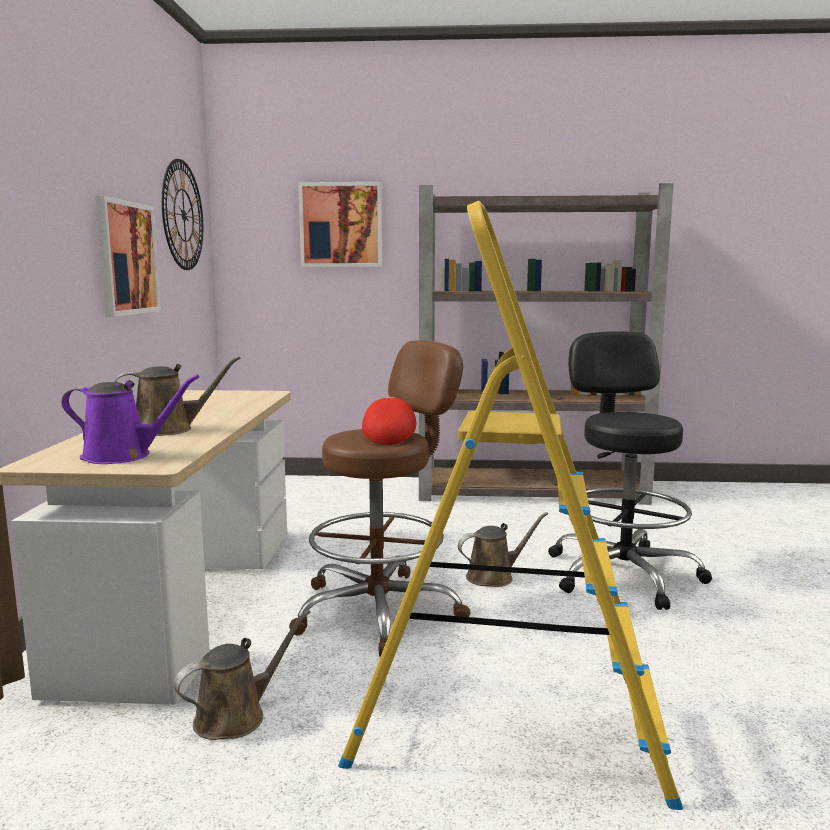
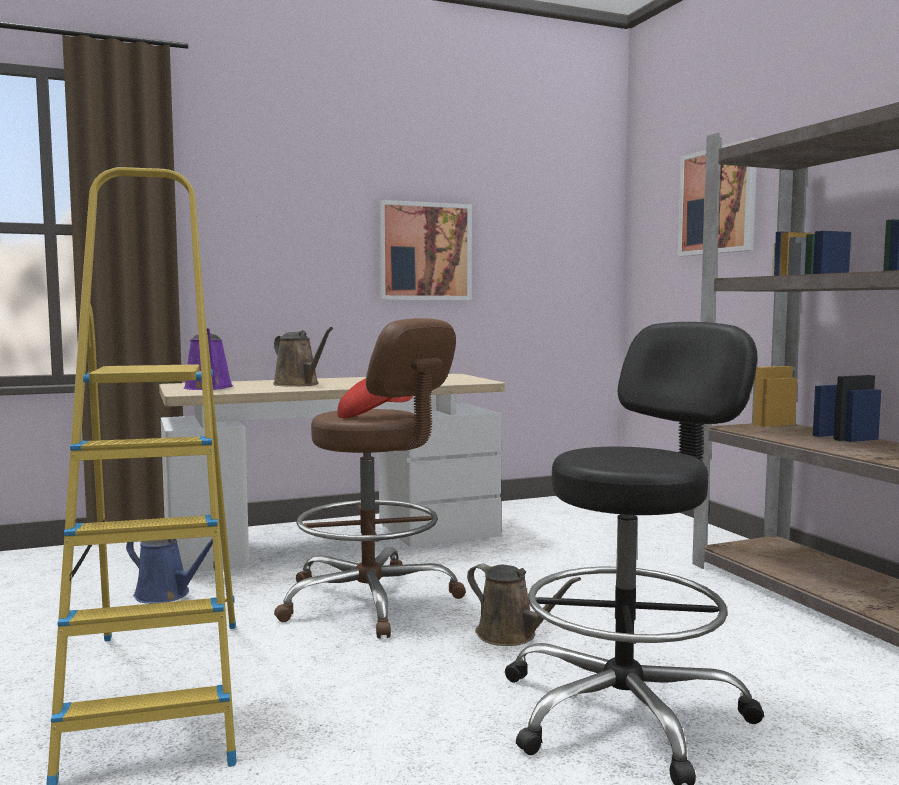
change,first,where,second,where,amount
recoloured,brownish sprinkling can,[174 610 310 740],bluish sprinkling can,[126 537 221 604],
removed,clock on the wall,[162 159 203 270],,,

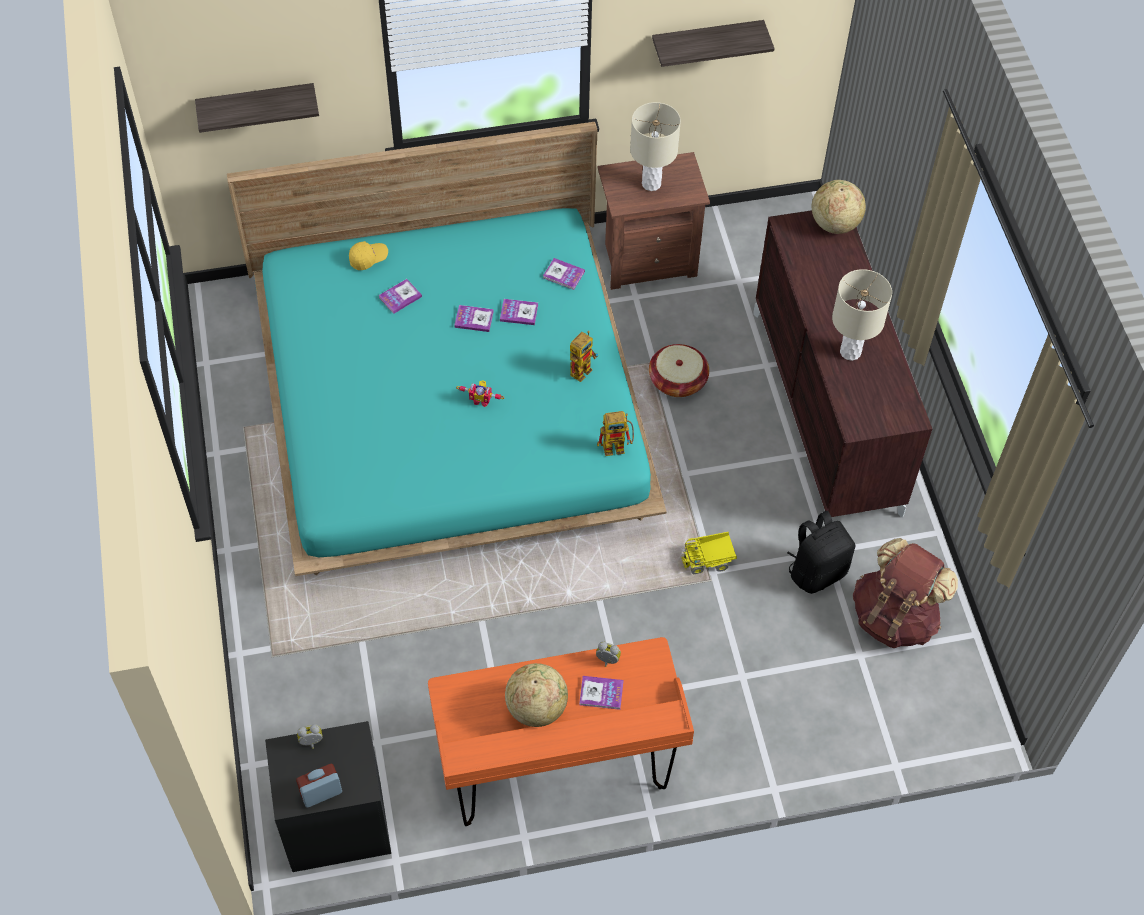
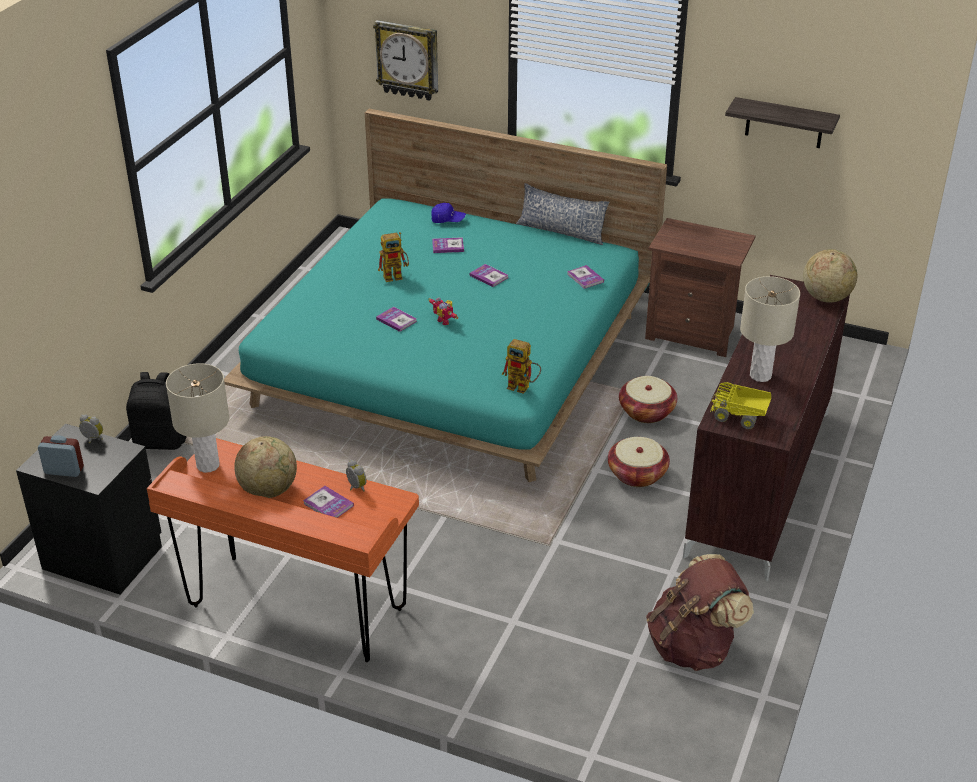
change,first,where,second,where,amount
moved,blackish backpack,[787 511 855 594],,[126 372 187 450],
moved,beige-coloured lamp for a table,[630 102 681 191],,[166 363 229 473],
replaced,wall shelf,[195 83 319 133],clock on the wall,[373 20 438 101],
moved,book,[500 299 538 325],,[376 307 417 332],
moved,toy robot,[570 331 599 382],,[378 232 409 282],
recoloured,yellow-coloured baseball cap,[349 241 388 270],bluish baseball cap,[431 203 466 223],
added,,,throw pillow,[516 183 609 245],
added,,,household basket,[608 437 670 487],
moved,toy lorry,[681 532 737 574],,[710 382 771 429],

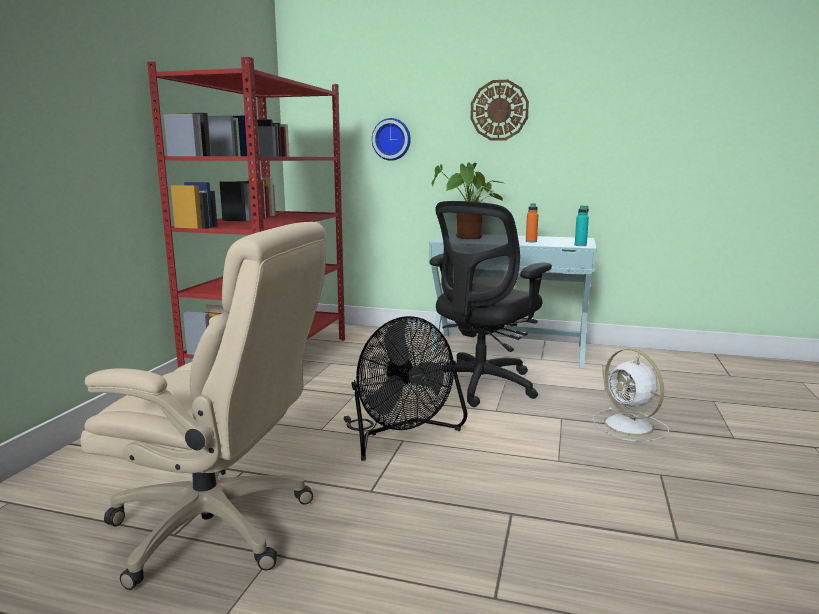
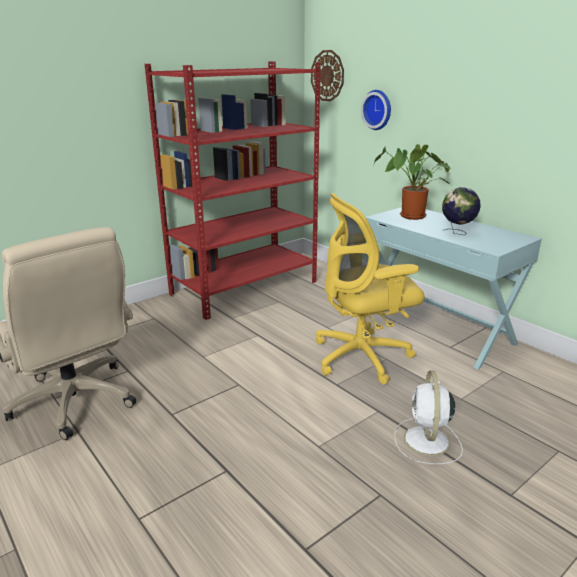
change,first,where,second,where,amount
moved,clock on the wall,[470 80 529 141],,[311 50 344 101],
recoloured,blackish office chair,[430 201 552 407],yellow-coloured office chair,[316 193 425 384],
replaced,orange drink bottle,[526 203 538 242],world globe,[442 187 480 235],
removed,blackish electric fan,[344 316 467 461],,,
removed,turquoise-coloured drink bottle,[575 205 589 246],,,

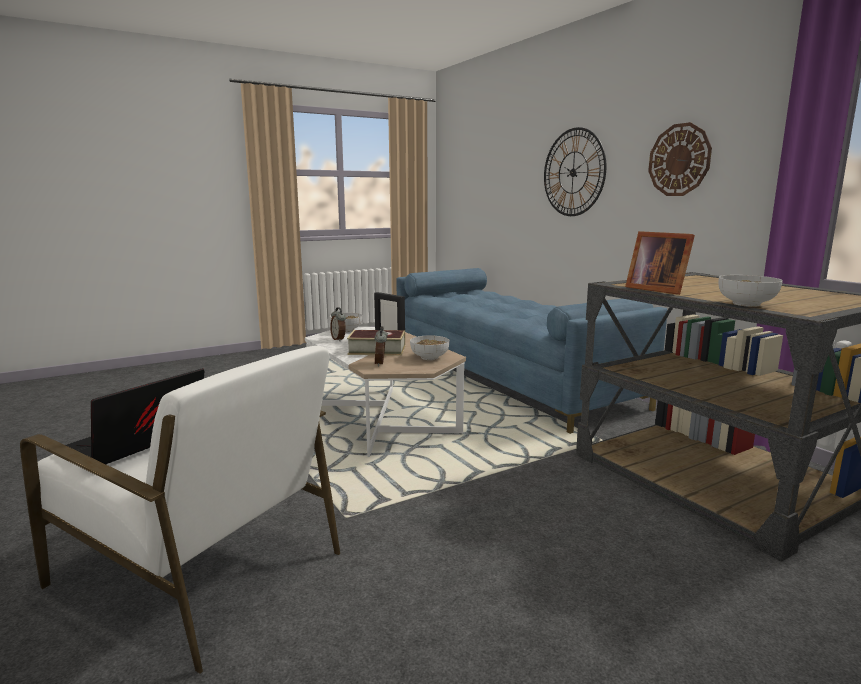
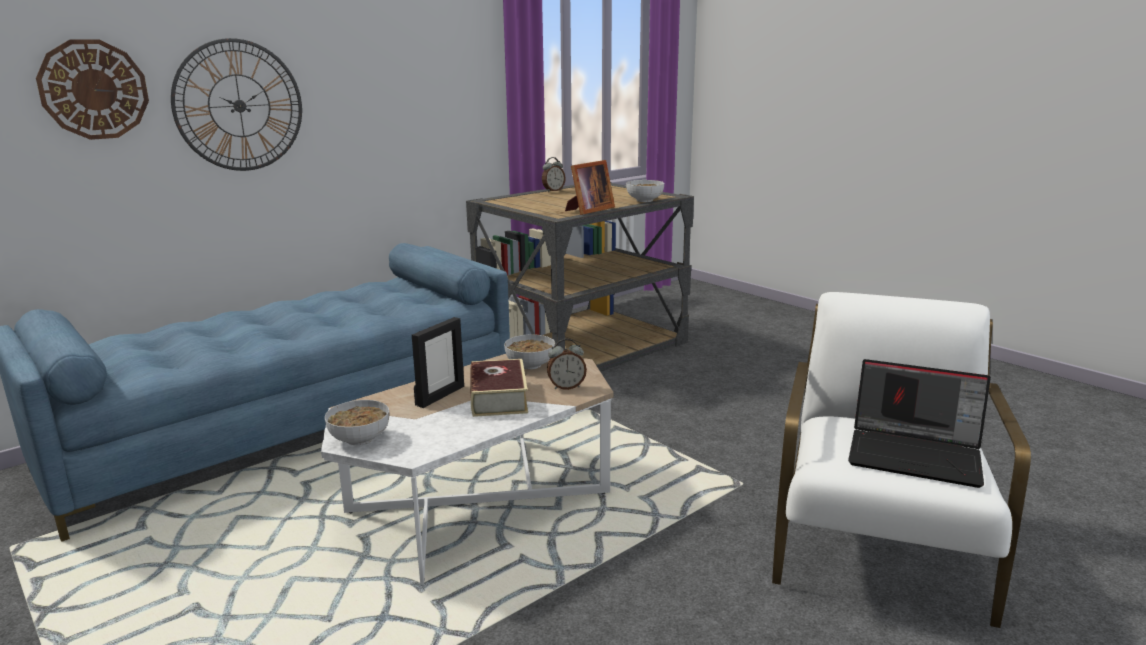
change,first,where,second,where,amount
moved,clock on the wall,[648 122 712 196],,[36 39 149 140],
moved,bedside clock,[330 307 346 341],,[542 157 566 192],

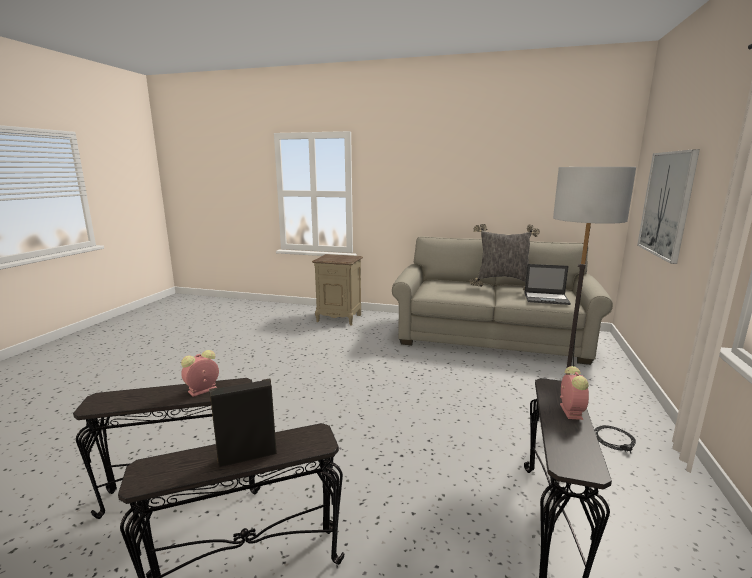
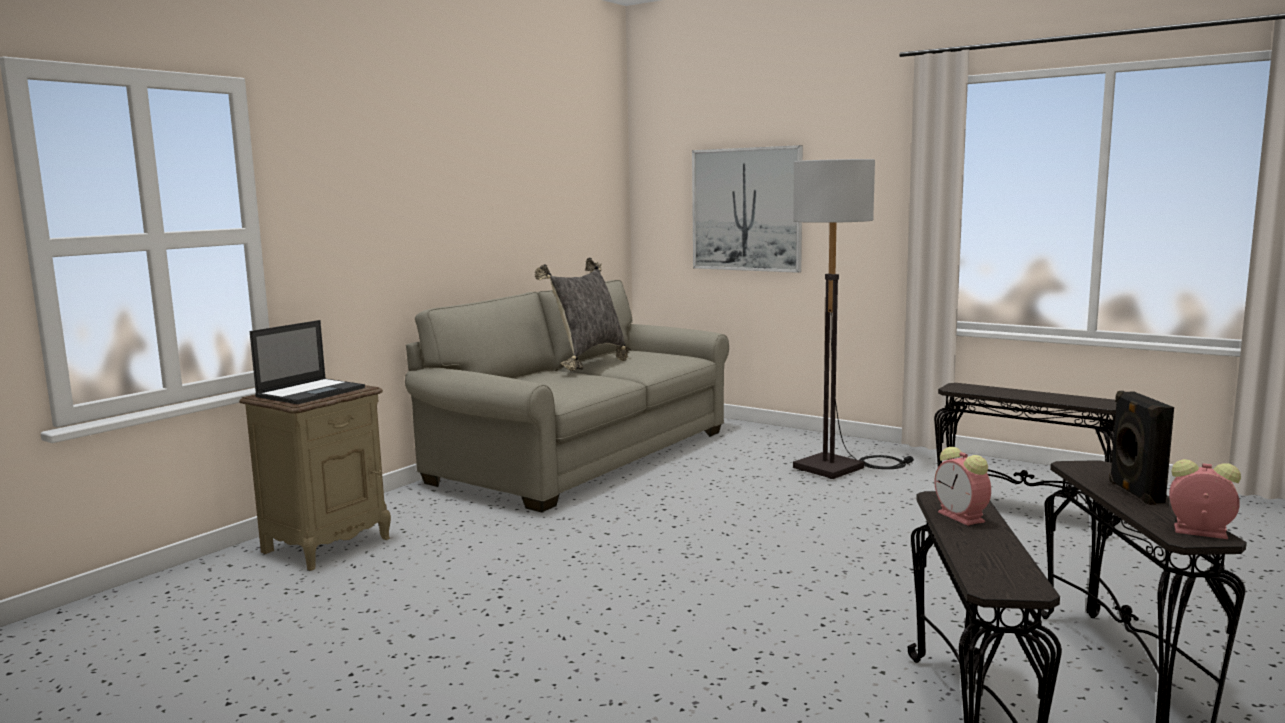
change,first,where,second,where,amount
moved,laptop,[524 264 571 305],,[249 320 365 404],
moved,bedside clock,[560 366 589 420],,[1169 459 1241 539],

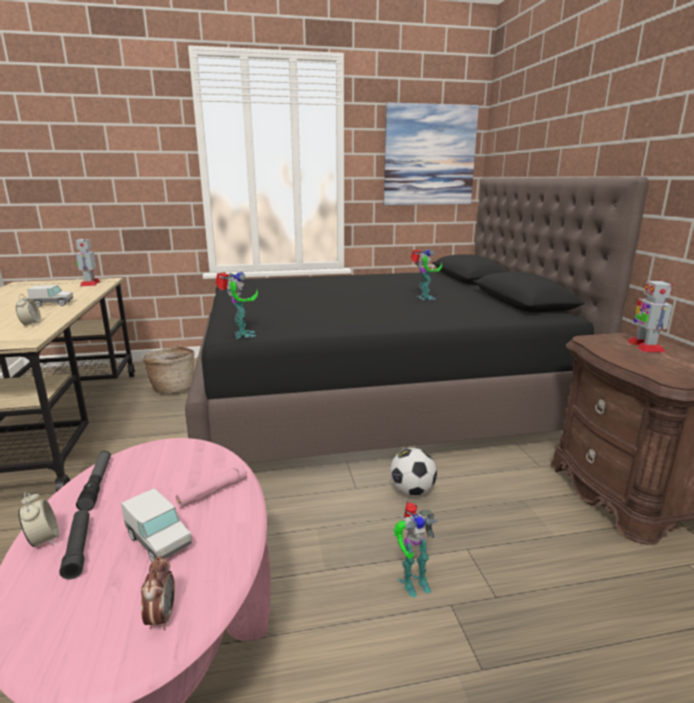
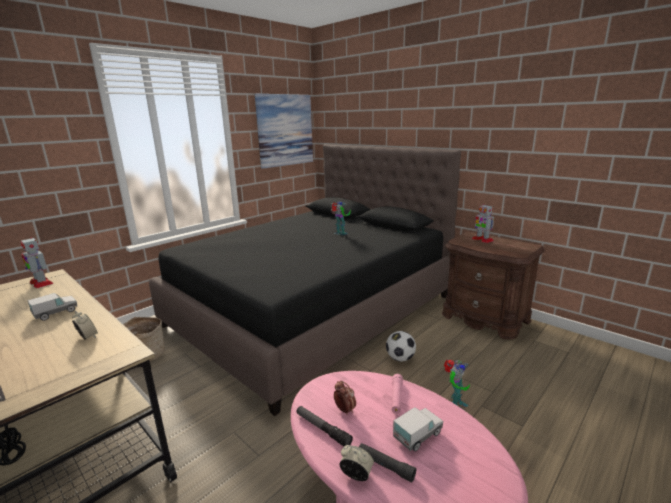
change,first,where,second,where,amount
moved,bedside clock,[141 556 175 630],,[334 381 356 415],
turned,toy lorry,[121 488 191 562],,[393 407 443 451],45 degrees counterclockwise
removed,toy robot,[215 272 258 339],,,

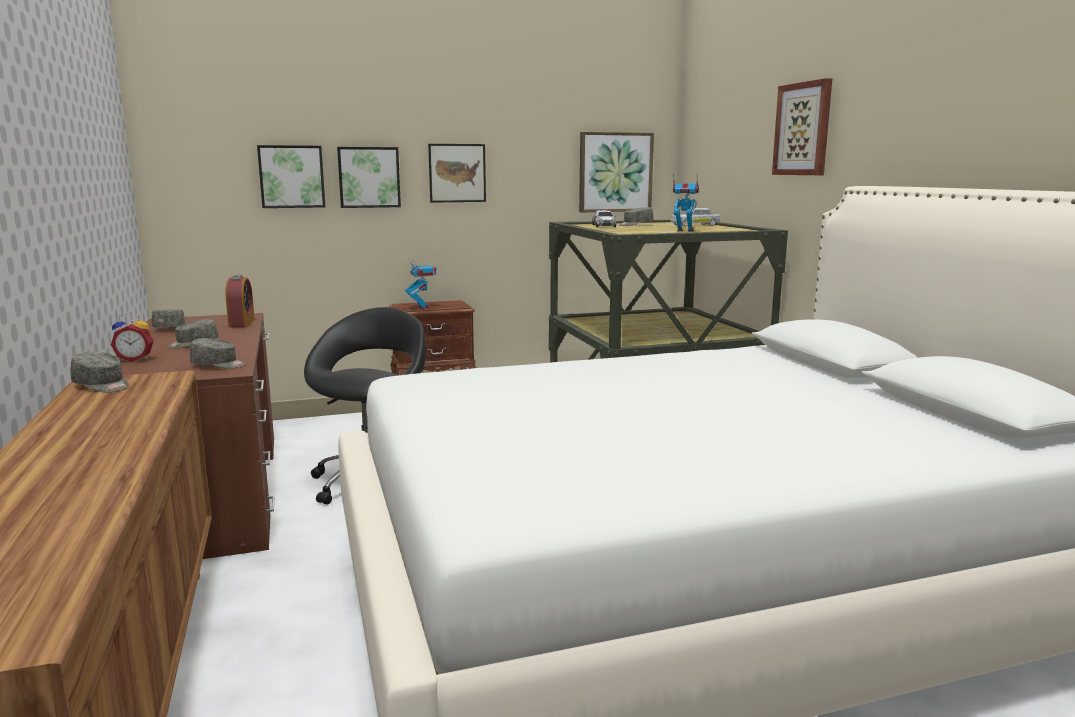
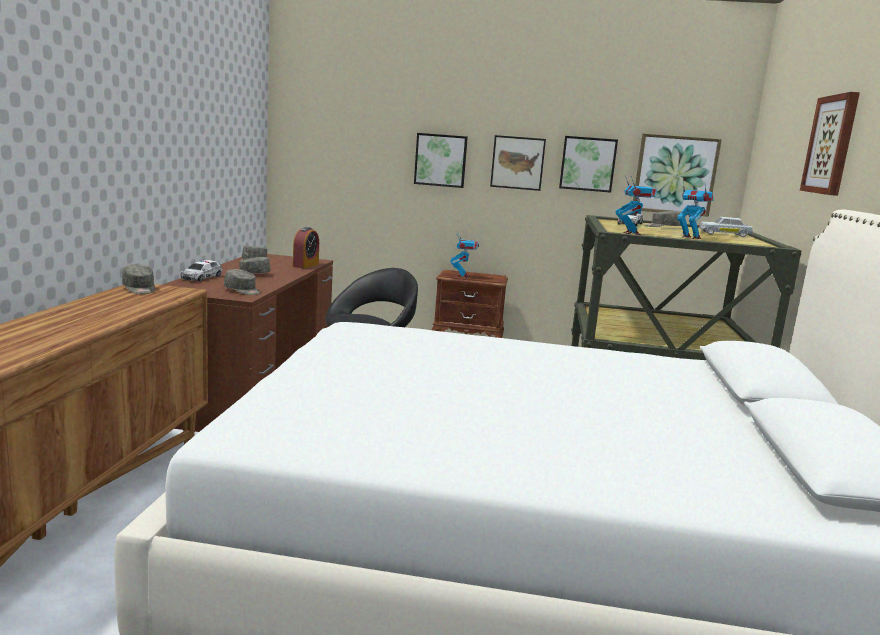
change,first,where,second,where,amount
replaced,bedside clock,[111 313 154 362],miniature car,[181 260 223 281],
moved,wall picture,[257 145 325 208],,[559 136 618 193],
added,,,toy robot,[615 176 657 235],

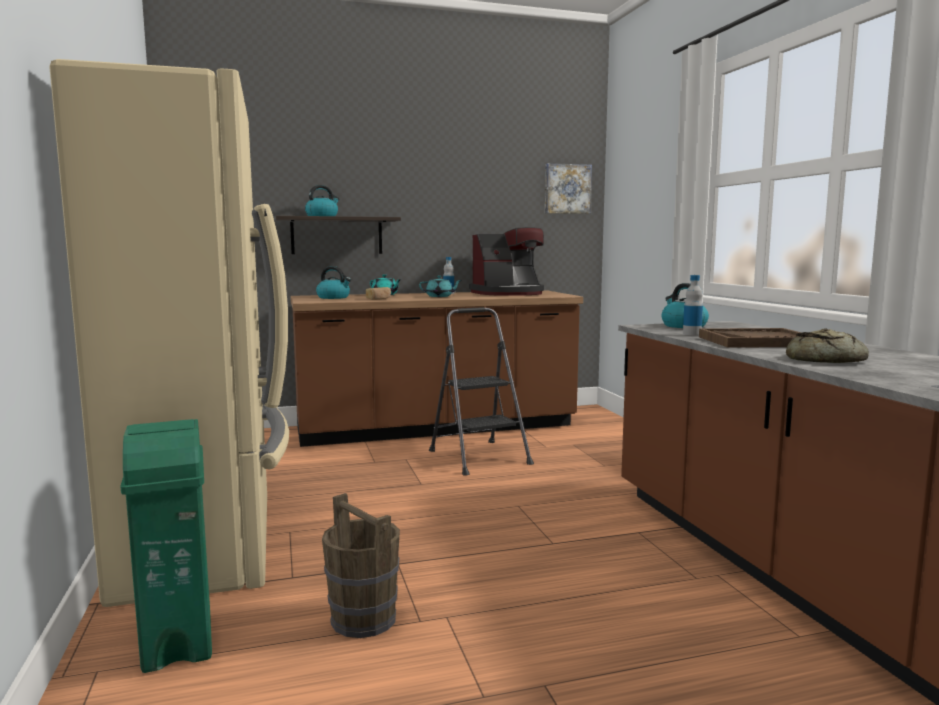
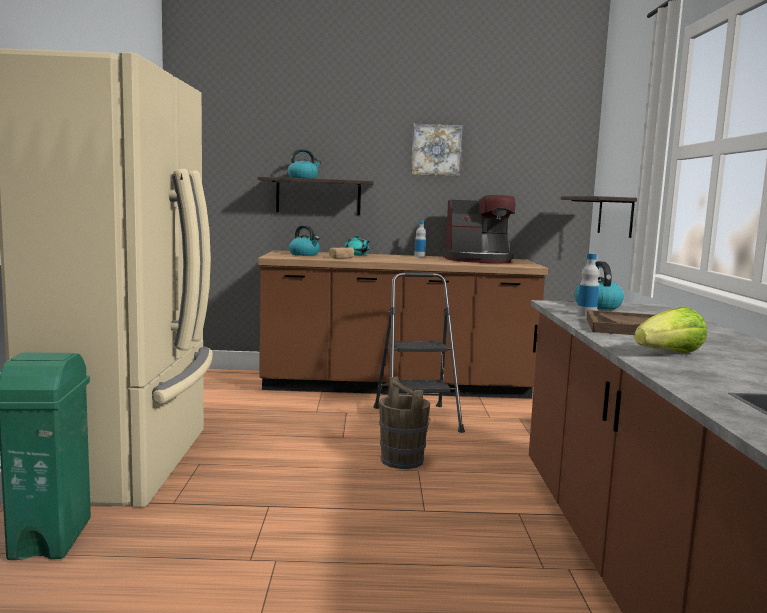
change,first,where,second,where,amount
moved,brownish water bucket,[322 493 400 638],,[379 377 430 469],
moved,wall picture,[545 163 592 214],,[411 123 463 176],
added,,,wall shelf,[561 196 637 238],
replaced,baked bread,[786 328 869 363],lettuce head,[634 306 707 353],
removed,turquoise-coloured teapot,[419 275 462 297],,,

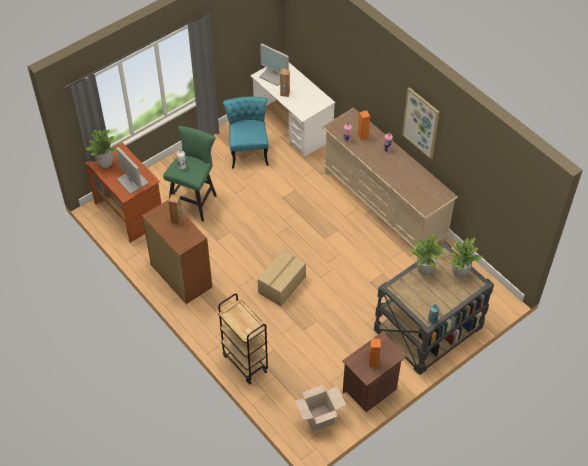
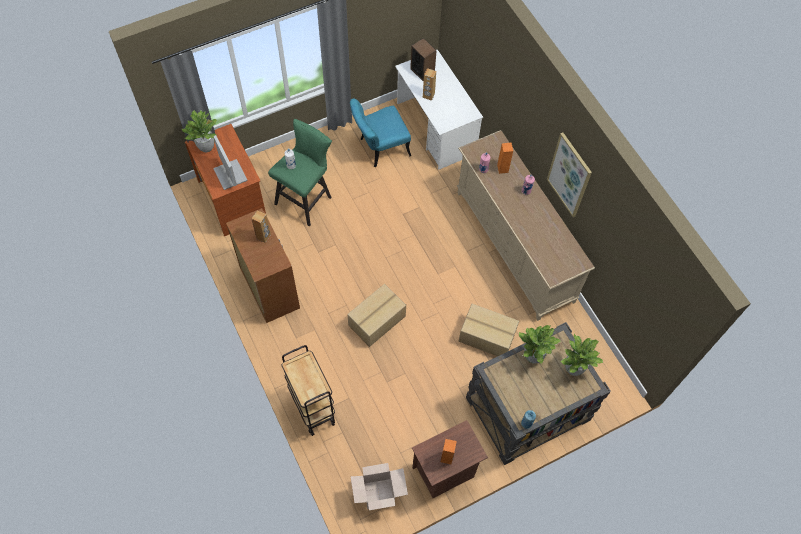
change,first,where,second,where,amount
turned,turquoise-coloured chair,[223 97 269 168],,[350 98 411 167],120 degrees counterclockwise
replaced,computer screen,[259 43 289 86],audio speaker,[410 38 437 81],
added,,,cardboard box,[459 304 519 356],

